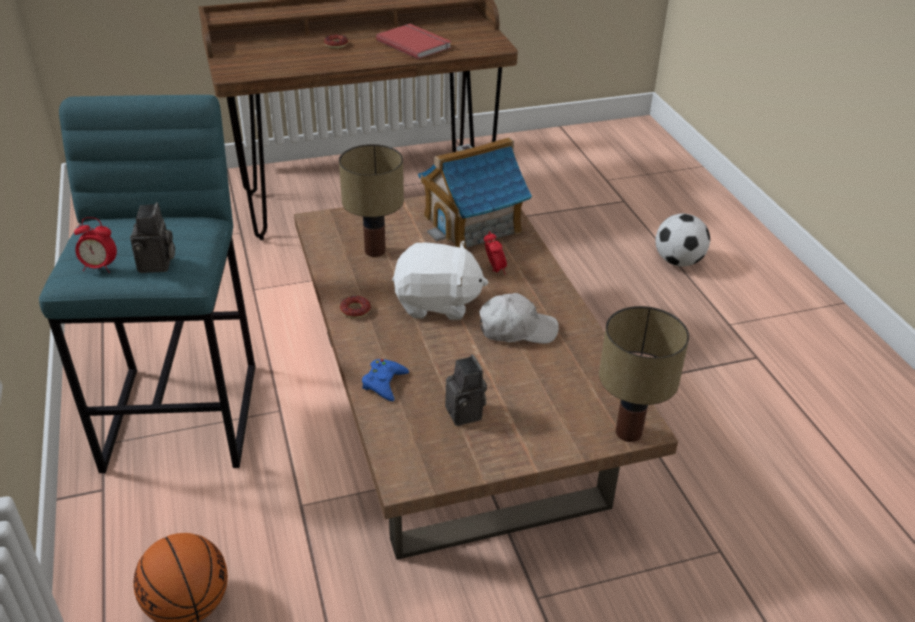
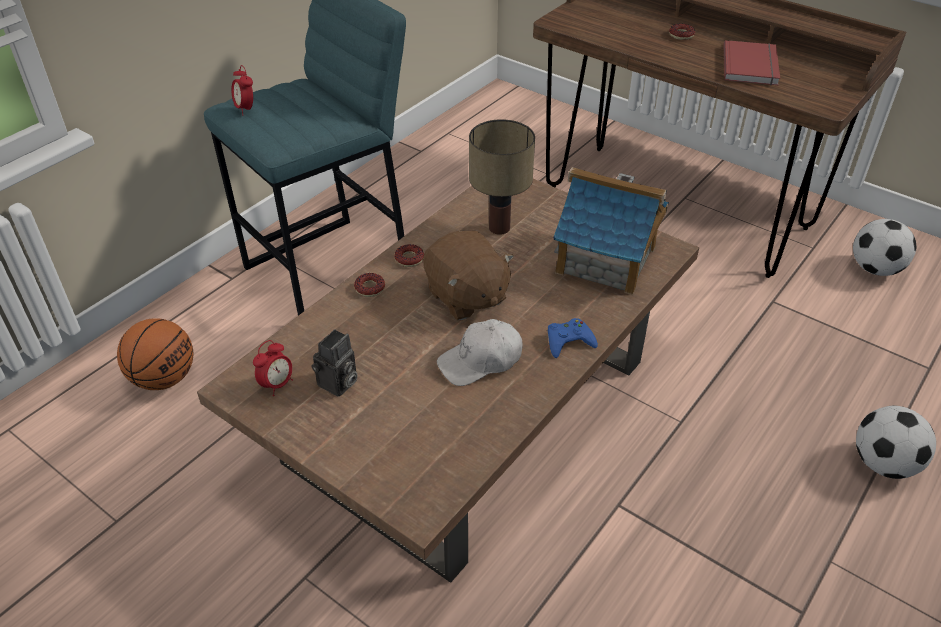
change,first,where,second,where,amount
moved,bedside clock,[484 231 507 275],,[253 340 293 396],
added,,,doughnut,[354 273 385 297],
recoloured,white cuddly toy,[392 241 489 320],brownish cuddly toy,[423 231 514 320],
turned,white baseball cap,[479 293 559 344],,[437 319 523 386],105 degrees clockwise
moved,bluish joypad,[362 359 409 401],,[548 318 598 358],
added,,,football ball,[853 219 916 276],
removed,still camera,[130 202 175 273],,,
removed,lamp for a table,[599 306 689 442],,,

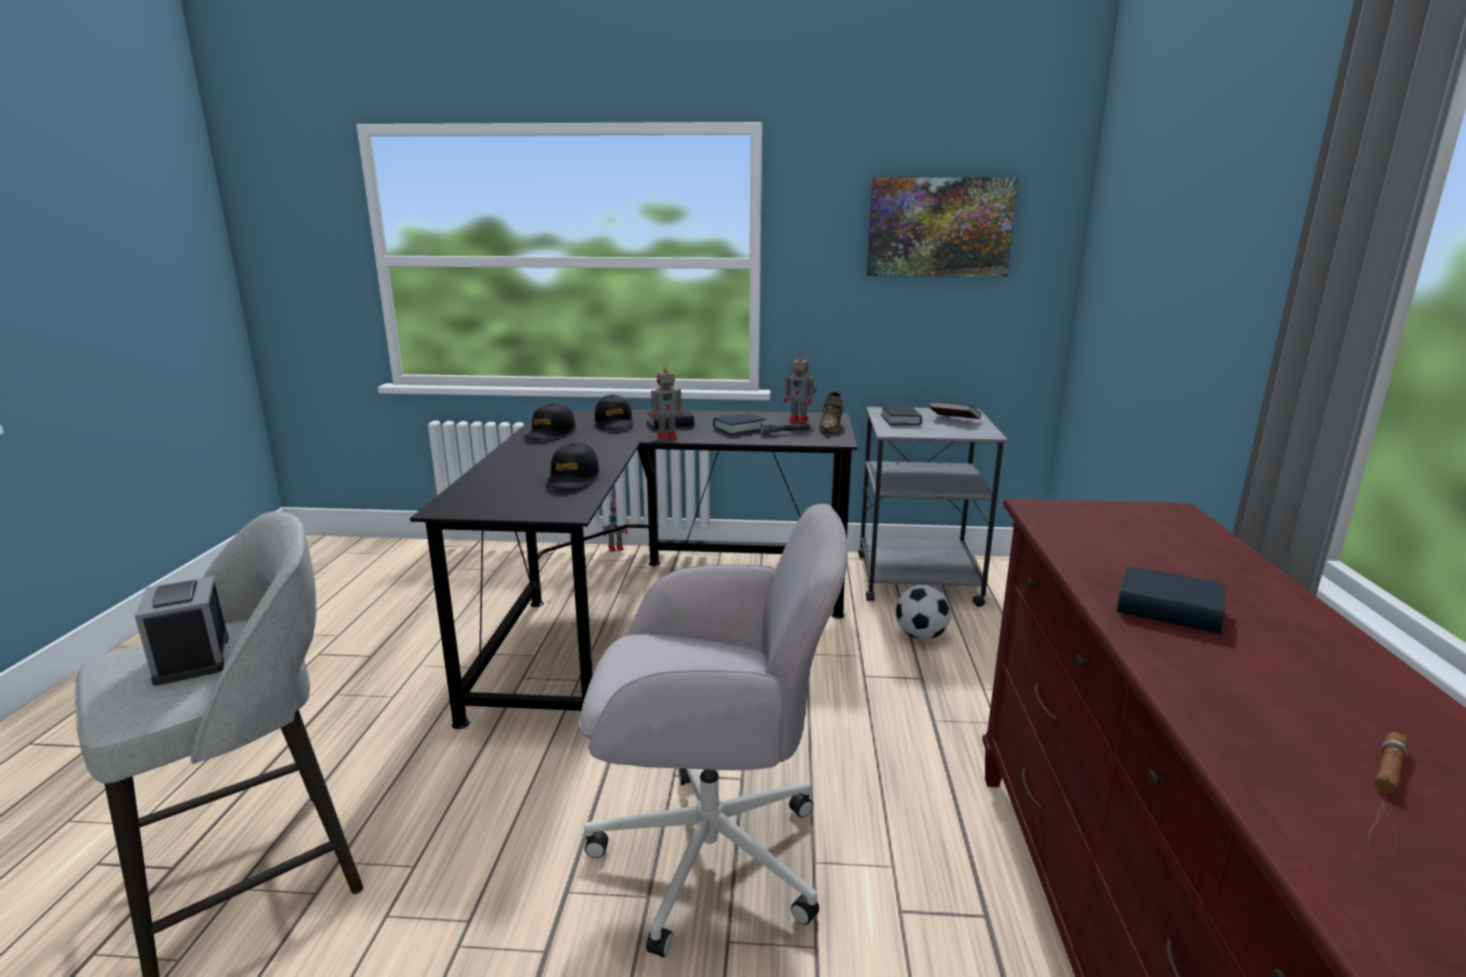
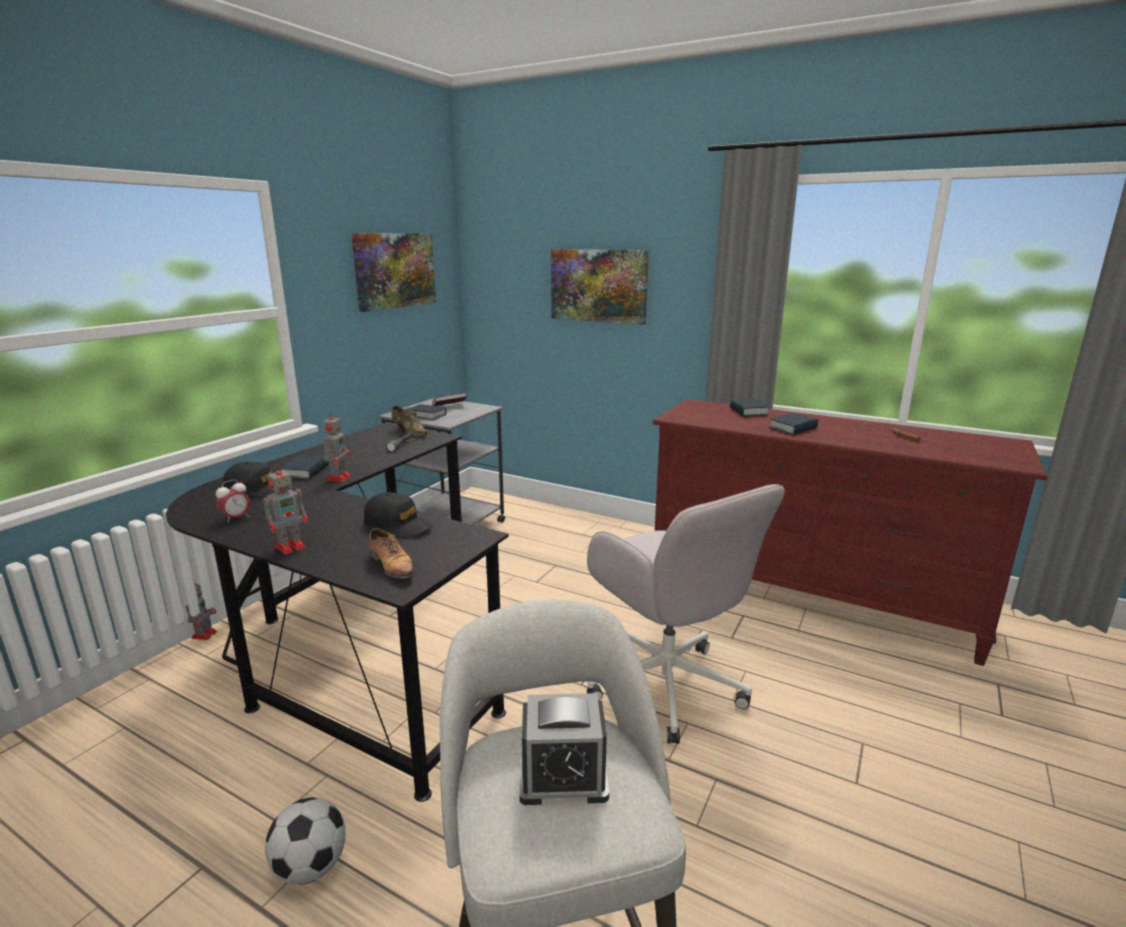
change,first,where,second,where,amount
replaced,blackish baseball cap,[524 403 576 440],bedside clock,[216 480 250 523],
moved,toy robot,[784 352 816 424],,[263 463 308 555],
moved,football ball,[896 585 951 640],,[265 797 346 885],
added,,,low shoe,[368 528 414 578],
added,,,wall picture,[551 249 649 325],
turned,greyish office chair,[579 504 848 957],,[587 484 785 744],120 degrees clockwise
moved,book,[713 413 766 435],,[730 399 769 417],

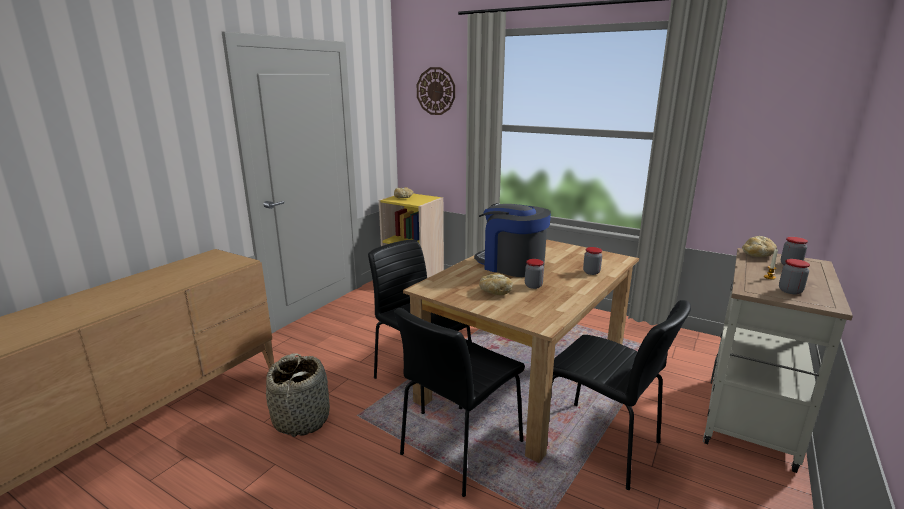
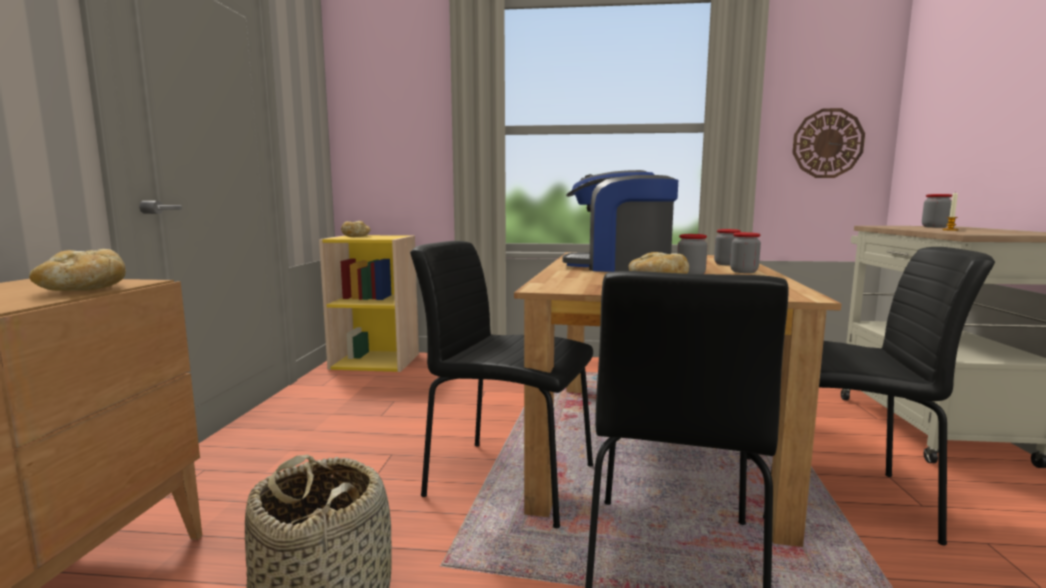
change,first,where,second,where,amount
moved,baked bread,[742 236 777 257],,[29 249 126 291],
moved,preserve jar,[779 259 810 294],,[730 232 761 273],
moved,clock on the wall,[417 67 455 115],,[792 108 865 178],

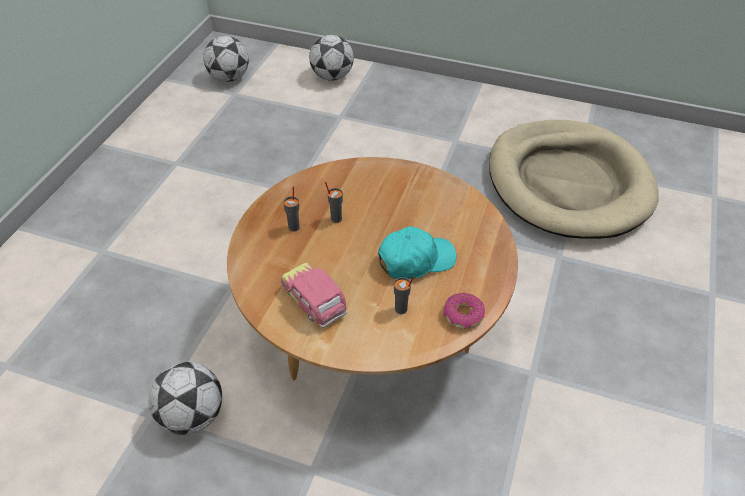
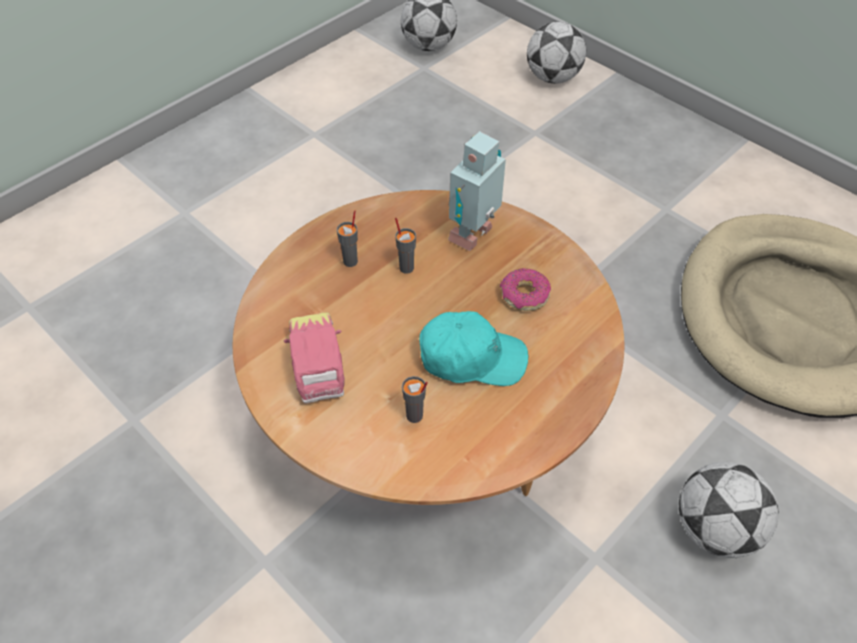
change,first,where,second,where,amount
added,,,toy robot,[448 131 506 251],
moved,doughnut,[443 293 485 329],,[500 268 551 311],
moved,football ball,[148 362 223 435],,[679 462 779 558],

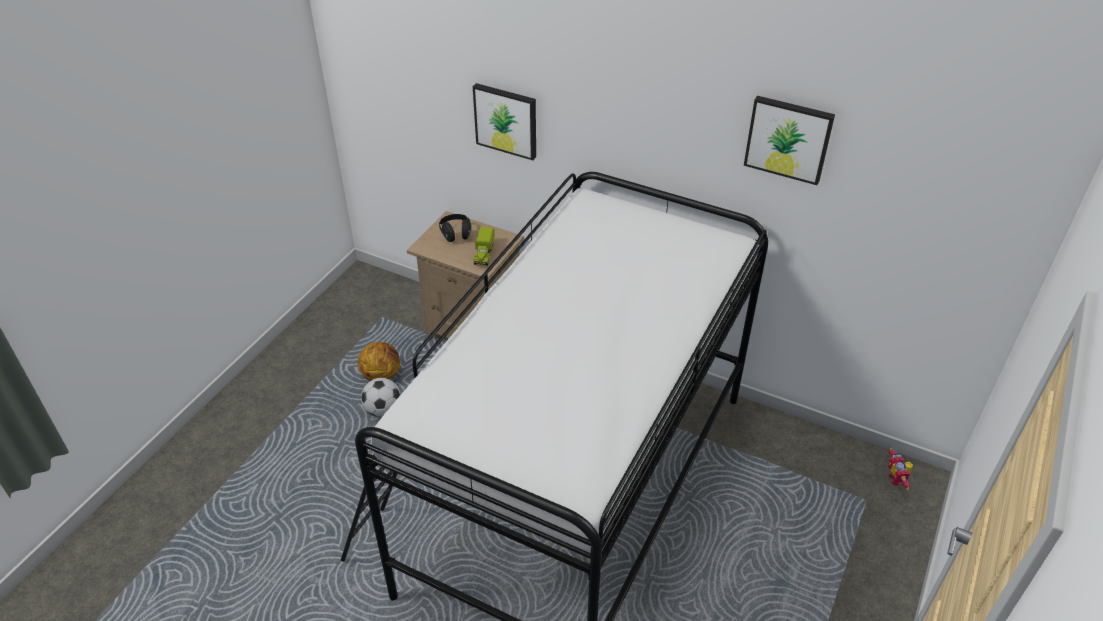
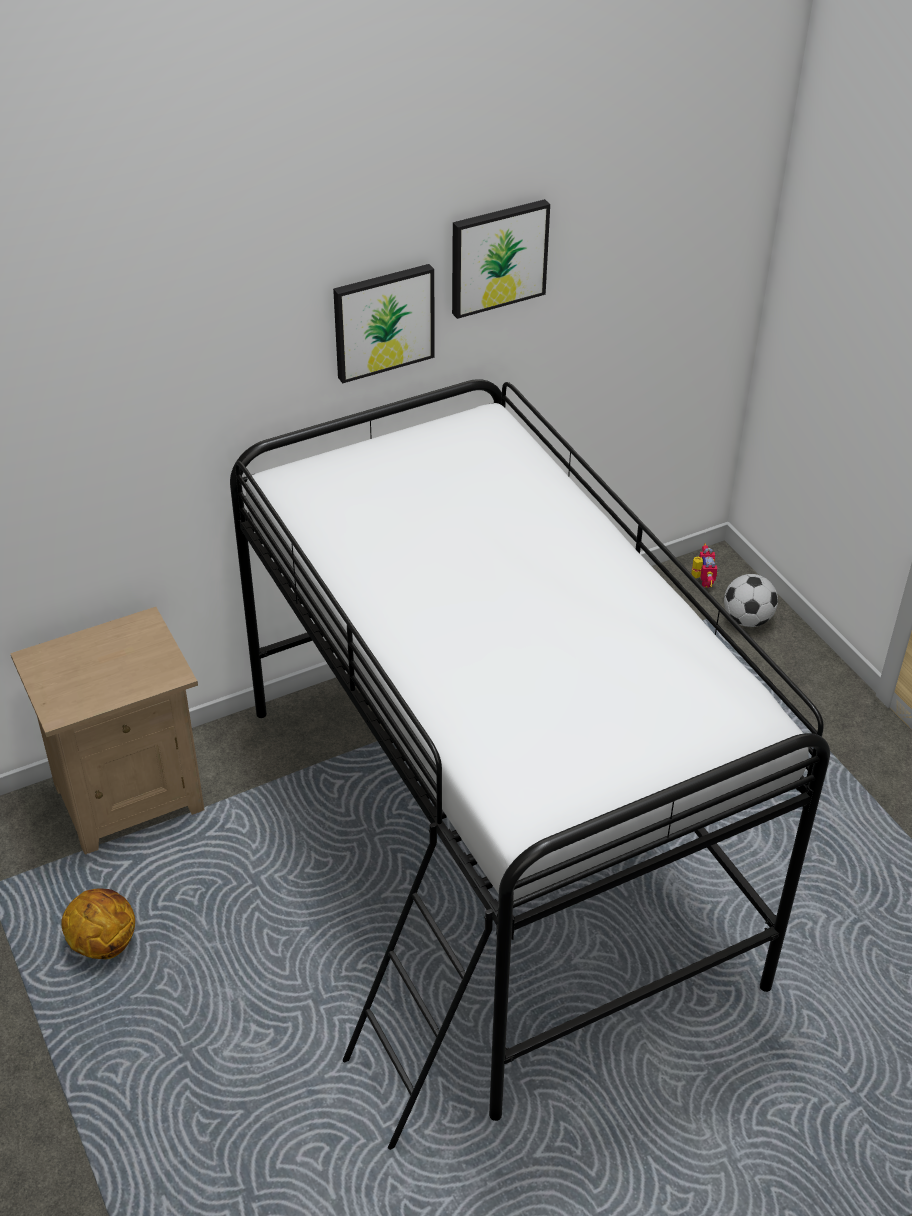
change,first,where,second,where,amount
moved,wall picture,[473 83 536 160],,[333 264 434 383],
turned,toy robot,[888 448 913 490],,[691 543 717 588],120 degrees counterclockwise
moved,football ball,[361 378 401 417],,[724 574 778 627],
removed,blackish headset,[439 214 471 242],,,
removed,toy lorry,[474 227 494 266],,,

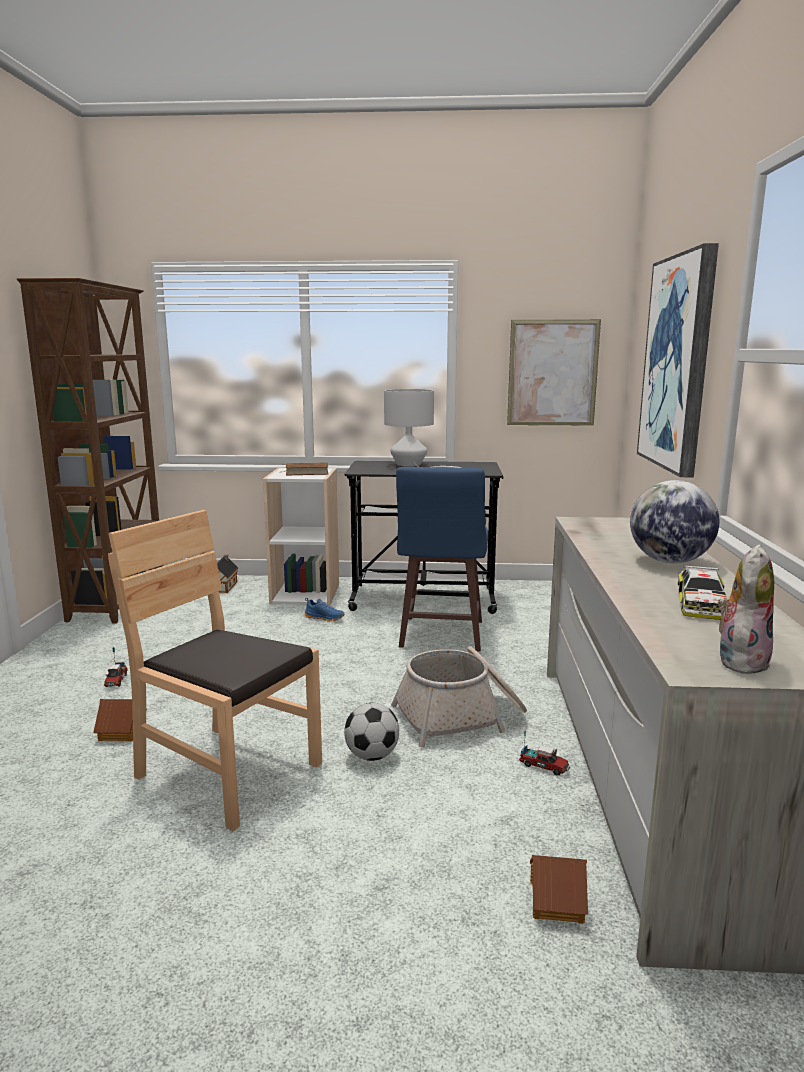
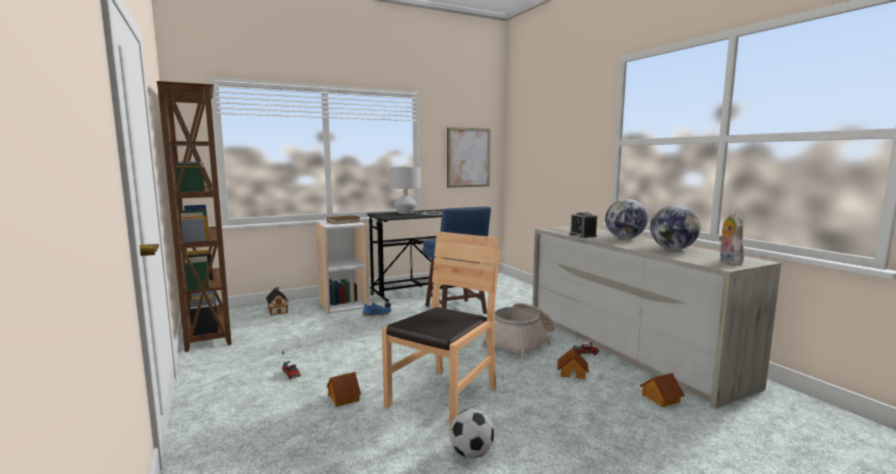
change,first,where,second,where,amount
turned,brownish chair,[108 510 322 832],,[382 231 500 430],120 degrees clockwise
moved,football ball,[344 703 399 761],,[449 409 494 458],
added,,,toy house,[558 348 589 380],
added,,,bedside clock,[570 212 597 238],
replaced,miniature car,[678 566 727 620],world globe,[650 205 701 250],
removed,wall picture,[637 243 719 477],,,

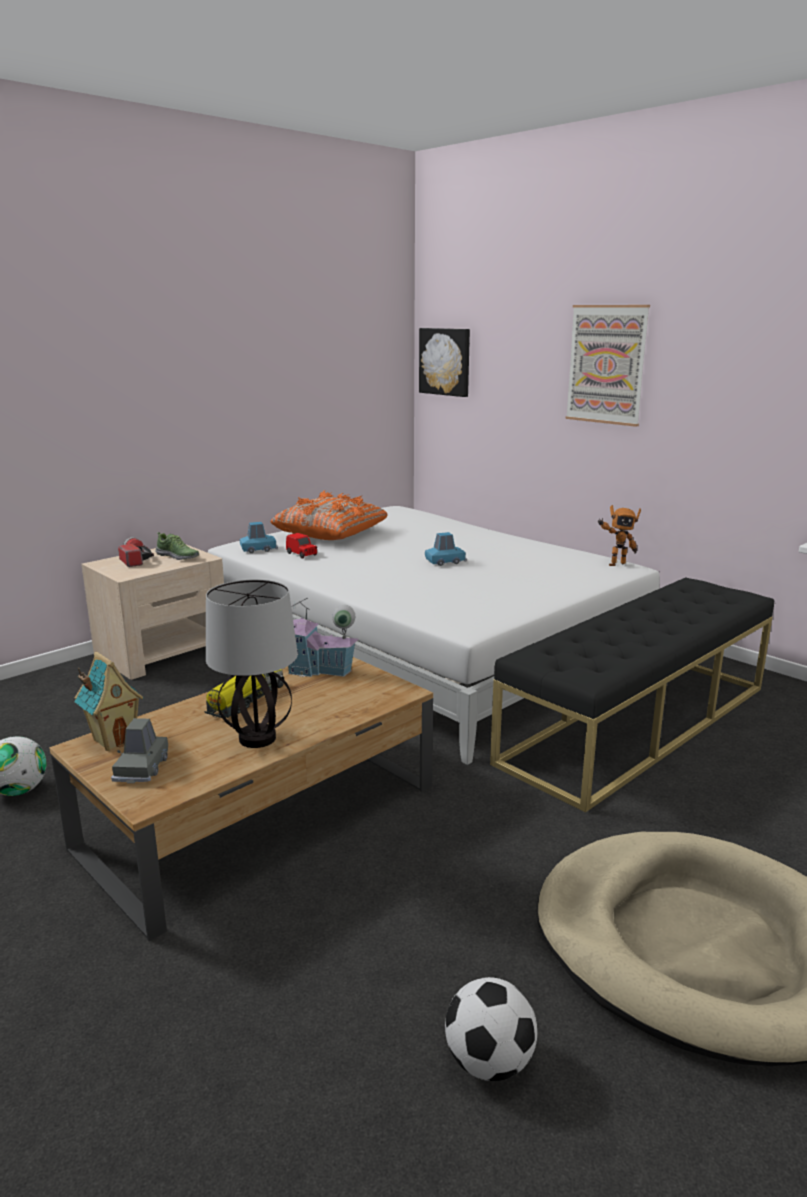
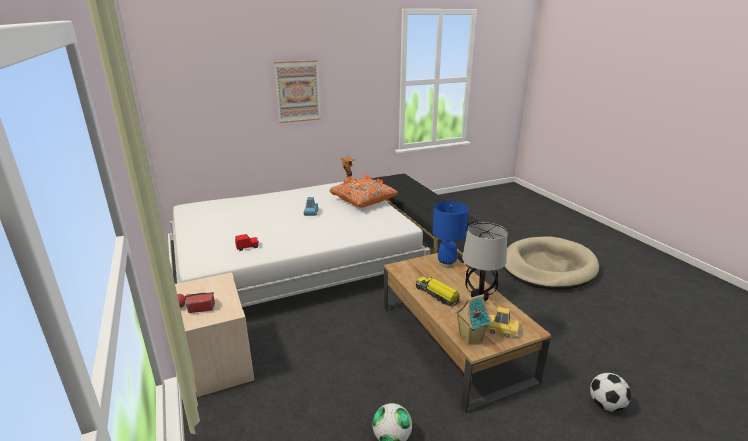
change,first,where,second,where,amount
moved,orange throw pillow,[271 491 388 540],,[329 173 398 208],
added,,,bluish lamp for a table,[433 201 468 268],
recoloured,greyish miniature car,[111 718 168 783],yellow-coloured miniature car,[486 307 519 338],
moved,football ball,[445 977 537 1081],,[590 373 631 412],
removed,low shoe,[156 532 199 560],,,
removed,bluish miniature car,[240 522 278 553],,,
removed,toy house,[283 597 359 677],,,
removed,wall picture,[419 328 470 397],,,

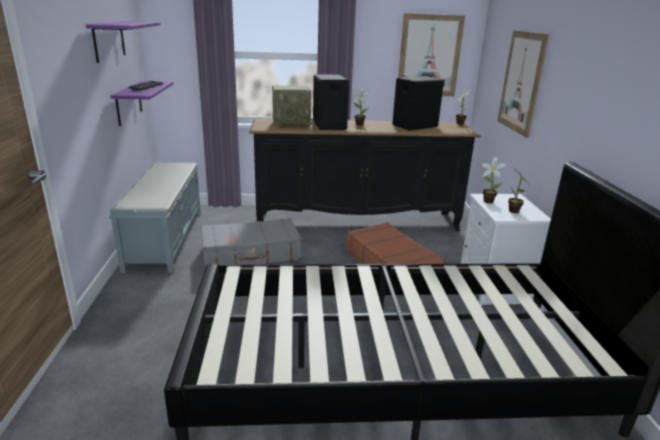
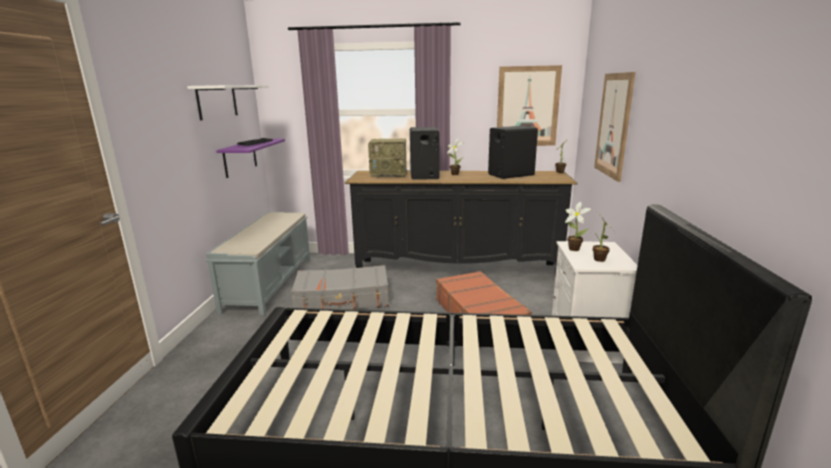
change,first,where,second,where,amount
recoloured,purple-coloured wall shelf,[86 21 160 63],white wall shelf,[187 85 269 120],

